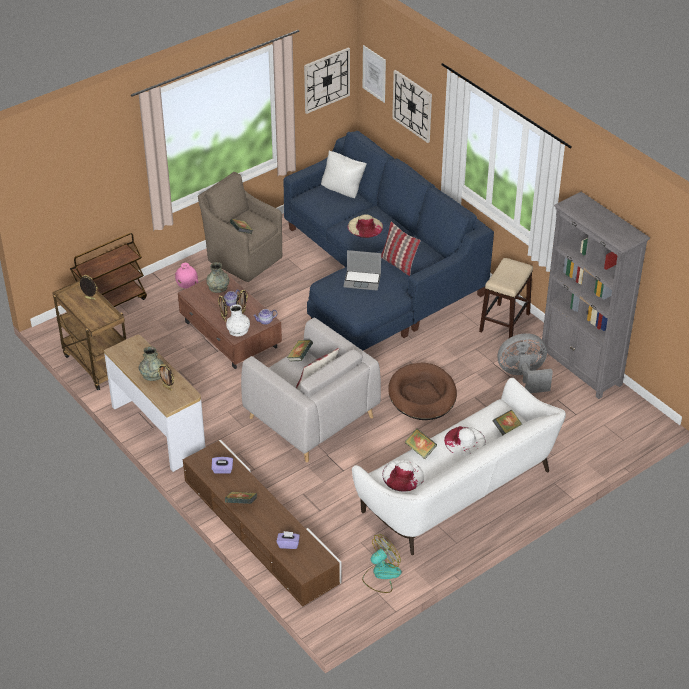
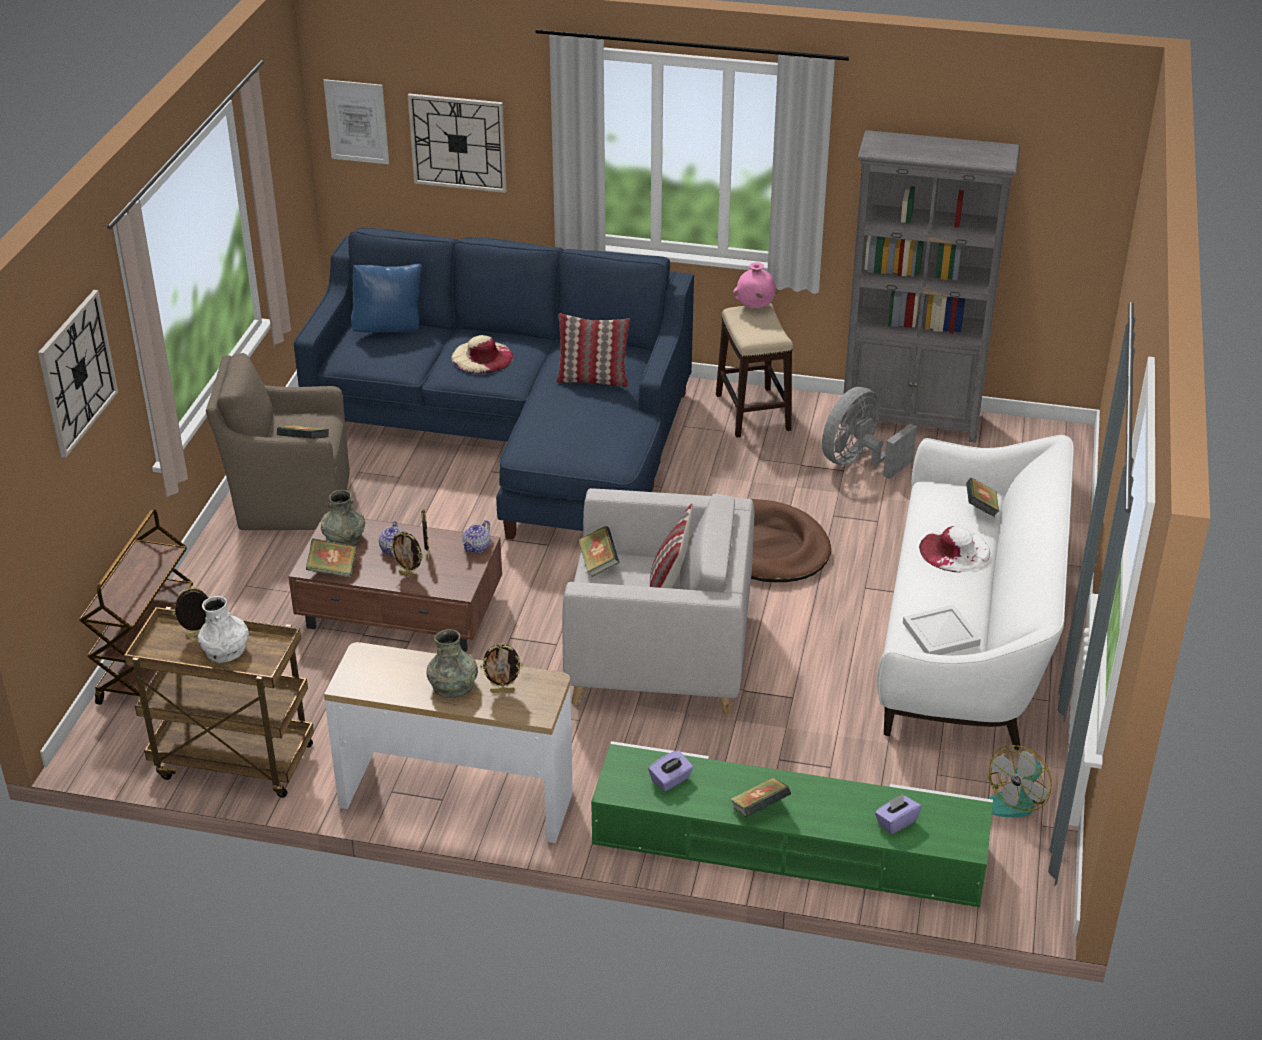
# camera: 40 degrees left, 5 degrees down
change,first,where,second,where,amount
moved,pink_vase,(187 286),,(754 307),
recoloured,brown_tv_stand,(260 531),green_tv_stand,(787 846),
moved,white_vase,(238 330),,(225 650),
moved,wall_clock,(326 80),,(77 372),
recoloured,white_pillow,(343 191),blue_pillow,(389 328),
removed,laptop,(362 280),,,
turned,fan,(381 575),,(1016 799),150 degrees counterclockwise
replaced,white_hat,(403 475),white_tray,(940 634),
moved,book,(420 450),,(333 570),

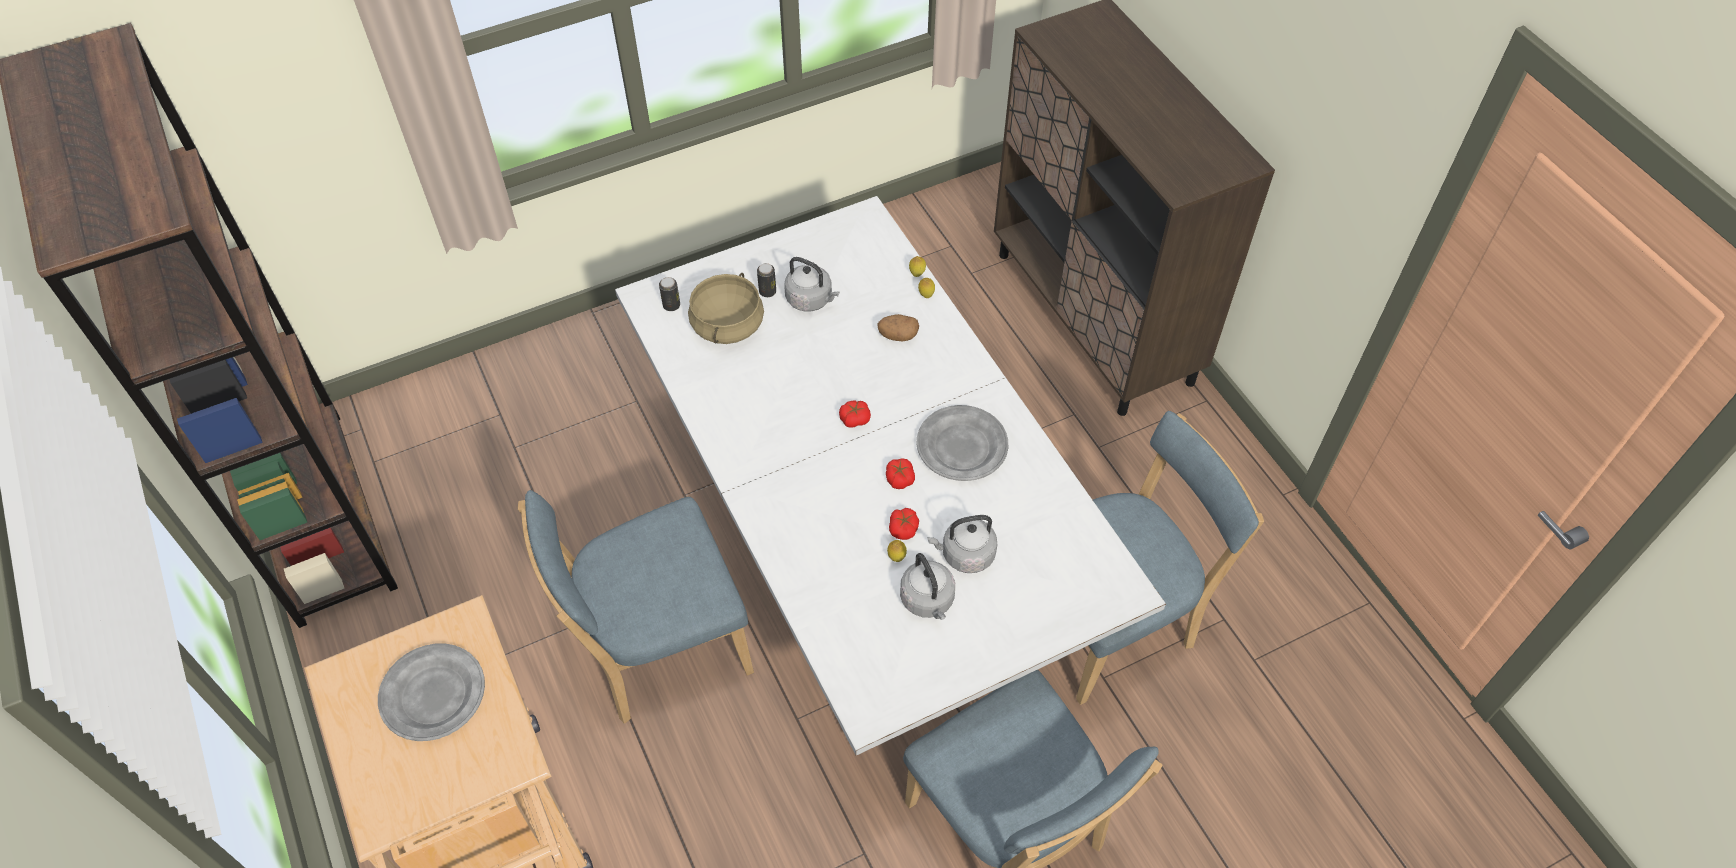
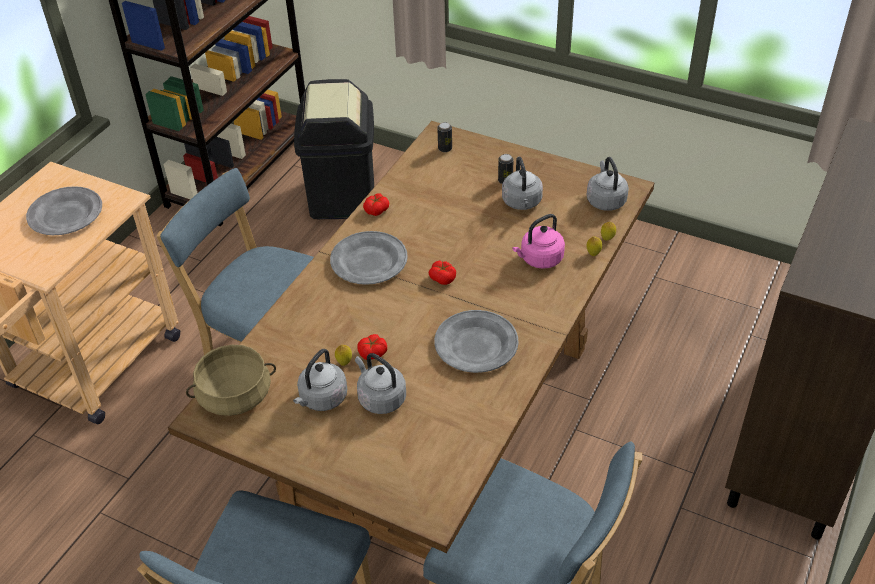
# camera: 55 degrees right, 10 degrees down
change,first,where,second,where,amount
recoloured,white_dining_table,(866 553),brown_dining_table,(442 421),
moved,beige_cooking_pot,(728 325),,(235 396),
replaced,potato,(897 335),pink_kettle,(539 259),
moved,tomato,(899 478),,(376 210),
added,,,black_trash_can,(341 196),
added,,,grey_plate,(368 262),
added,,,grey_kettle,(605 200),

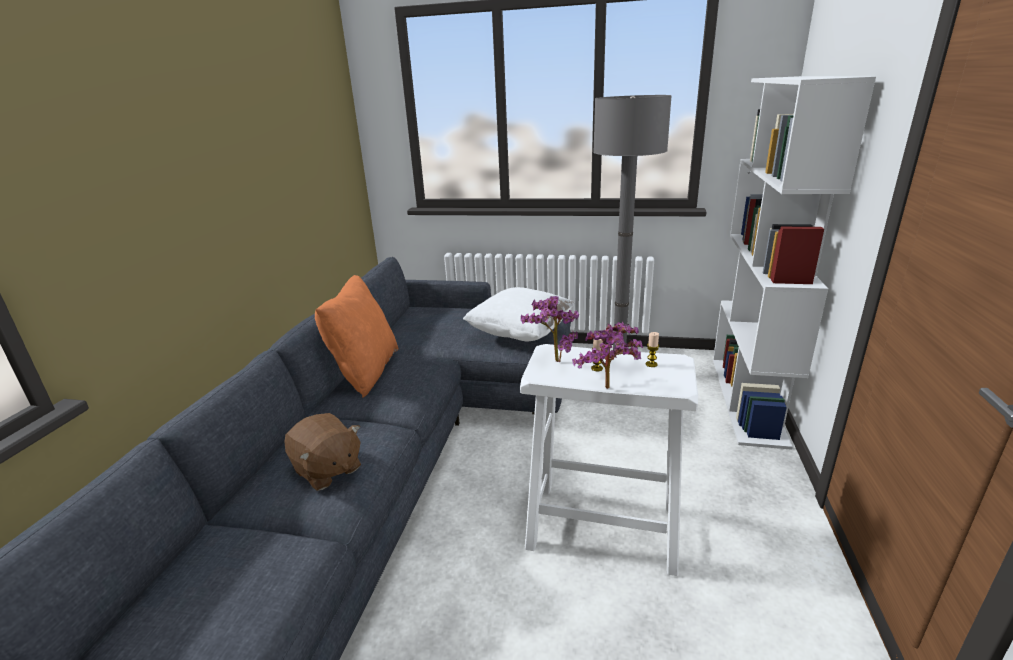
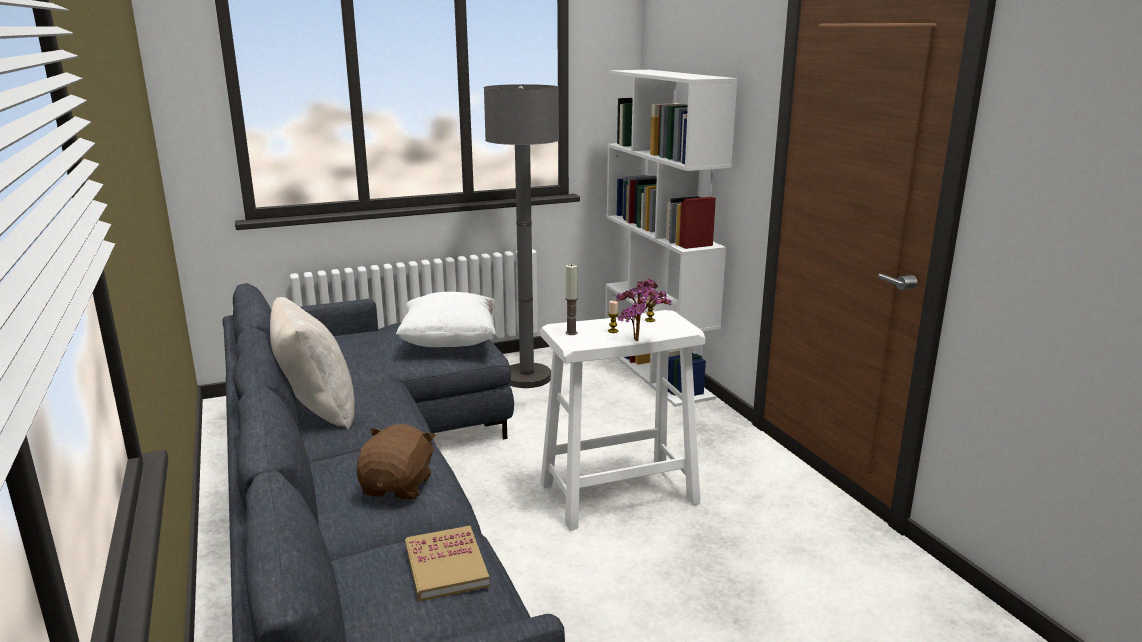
# camera: 35 degrees left, 5 degrees down
change,first,where,second,where,amount
turned,brown_plush_toy,(327 470),,(398 486),90 degrees counterclockwise
recoloured,orange_pillow,(365 372),beige_pillow,(317 410),
replaced,potted_plant,(552 360),candle,(571 333),
added,,,book,(446 566),

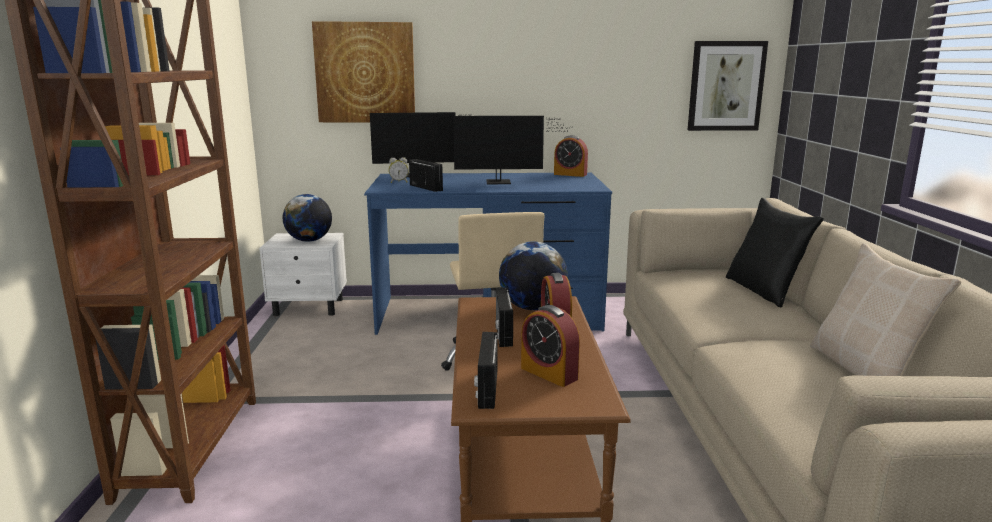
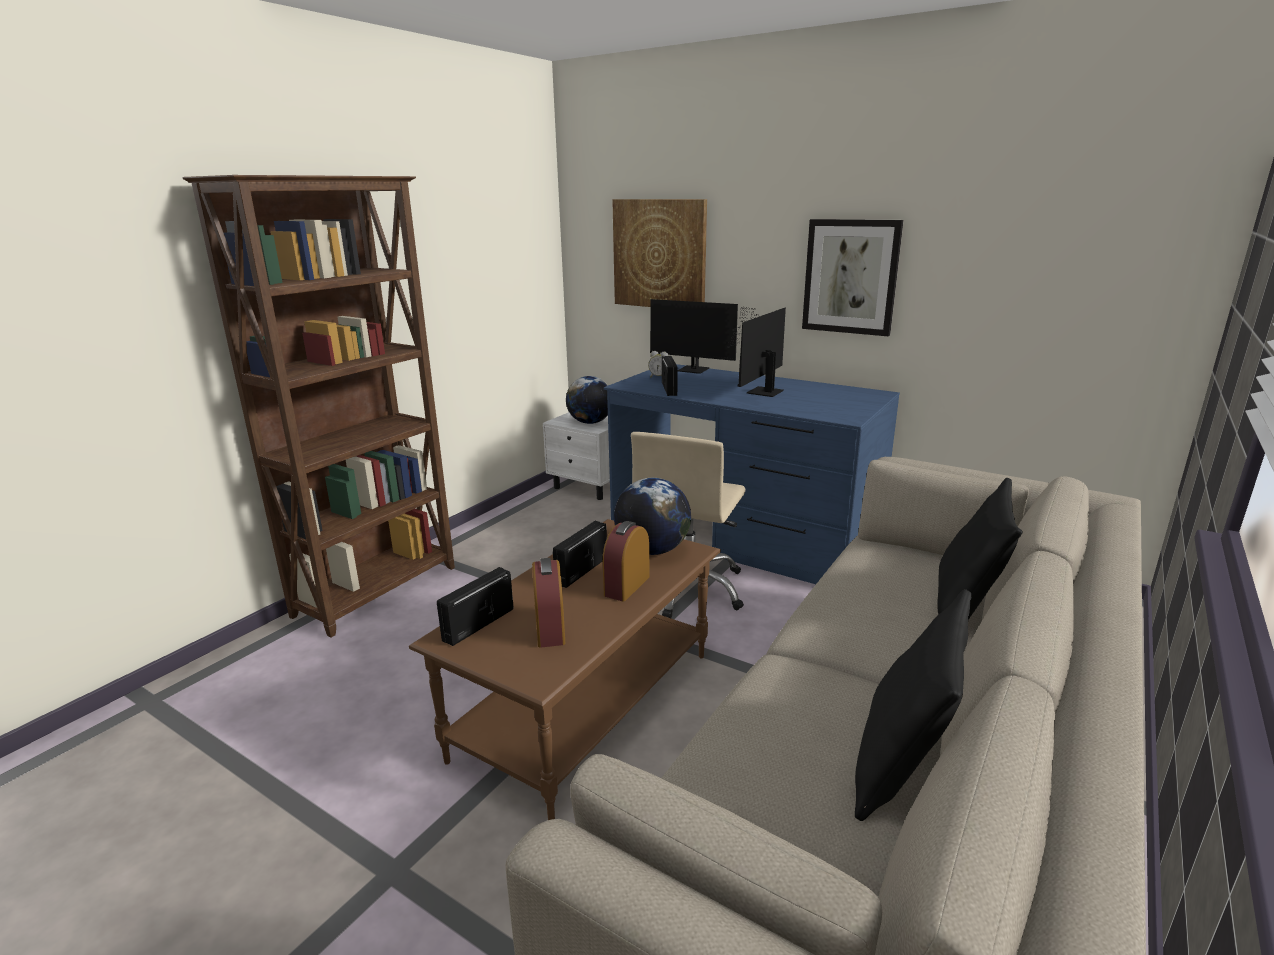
# camera: 35 degrees right, 5 degrees up
change,first,where,second,where,amount
turned,monitor,(503 182),,(761 393),90 degrees clockwise
removed,alarm_clock,(570 174),,,
moved,picture,(726 86),,(850 277),
recoloured,beige_pillow,(866 371),black_pillow,(902 767),

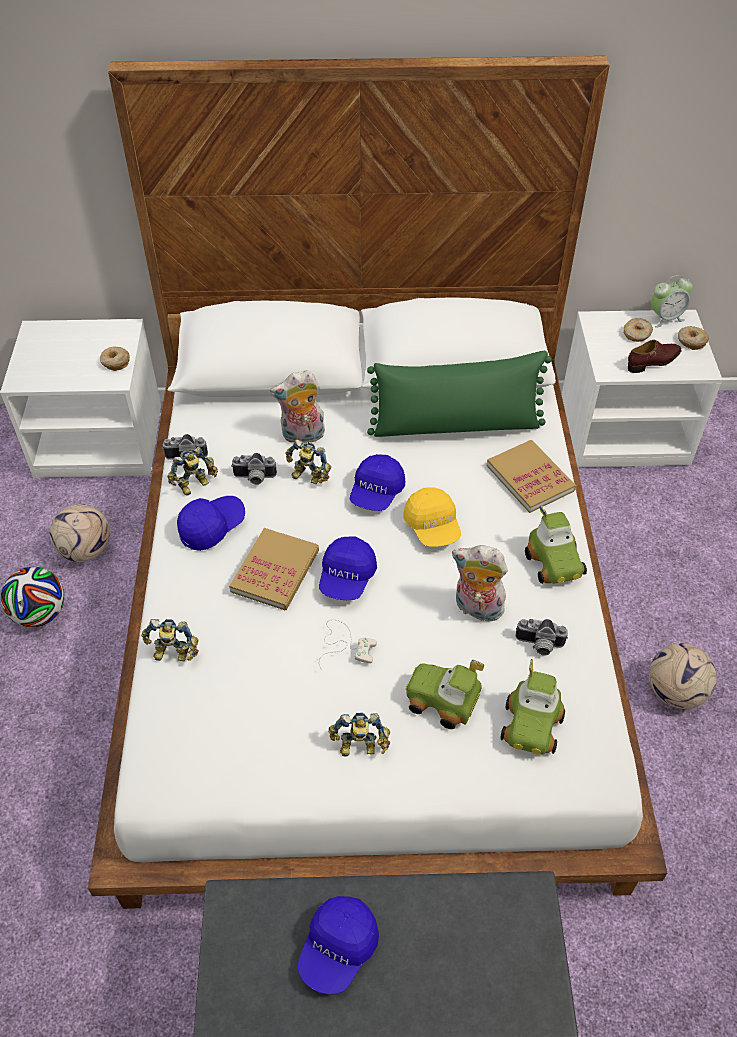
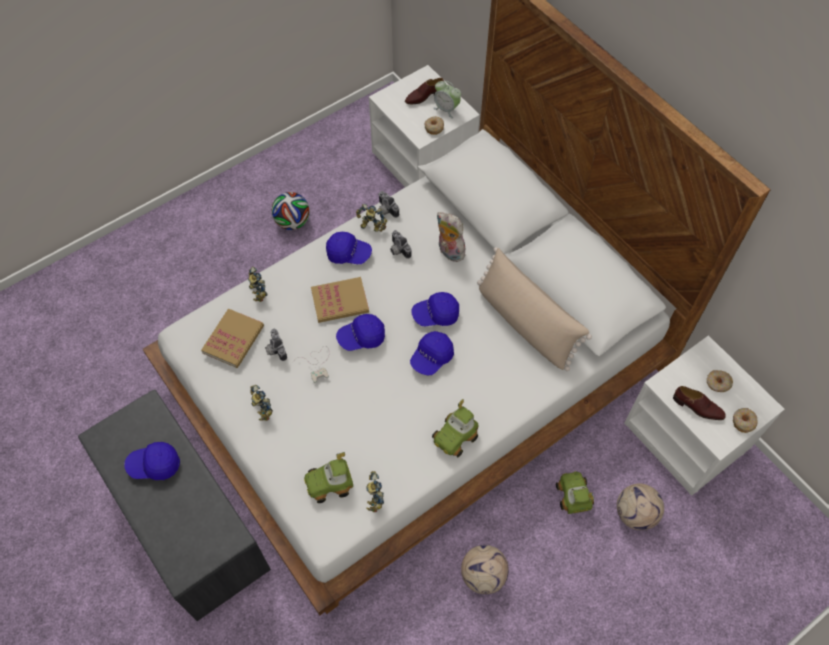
# camera: 55 degrees right, 10 degrees up
change,first,where,second,where,amount
moved,football,(86 550),,(635 513),
moved,toy_robot,(307 477),,(373 496),
recoloured,green_pillow,(456 425),beige_pillow,(526 324),
recoloured,yellow_cap,(432 527),blue_cap,(431 357),
moved,toy_car,(442 701),,(573 496),
removed,plush_toy,(476 609),,,
moved,book,(530 478),,(233 339),
moved,photo_camera,(539 645),,(275 349),
moved,alarm_clock,(665 318),,(446 109),
added,,,brown_shoe,(424 96),

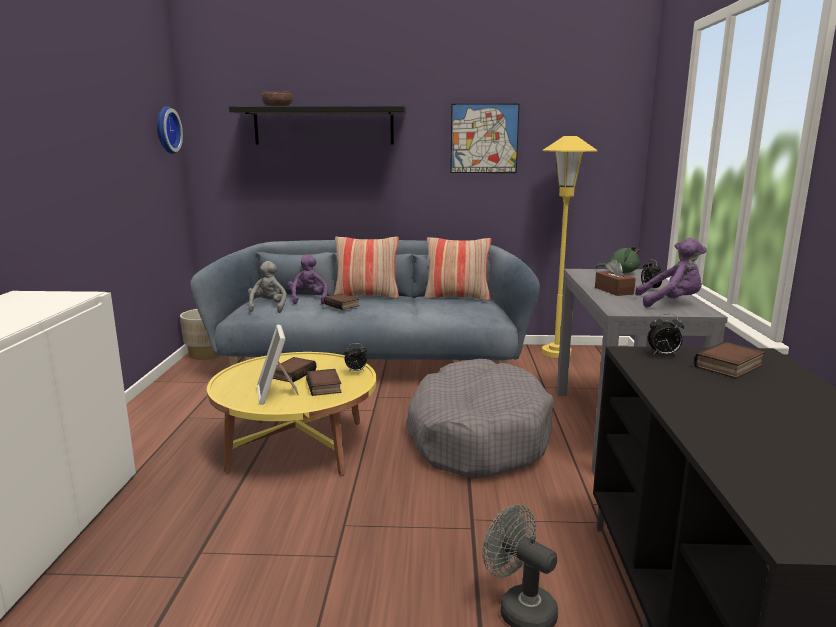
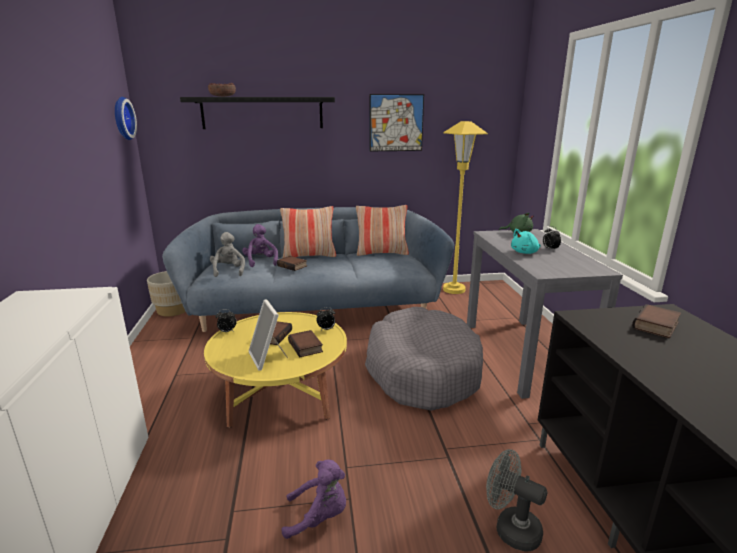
# camera: 10 degrees left, 5 degrees up
change,first,where,second,where,amount
replaced,brown_tissue_box,(613 291),turquoise_plush_toy,(525 252),
moved,purple_plush_toy,(671 303),,(319 517),
moved,alarm_clock,(663 355),,(227 331),

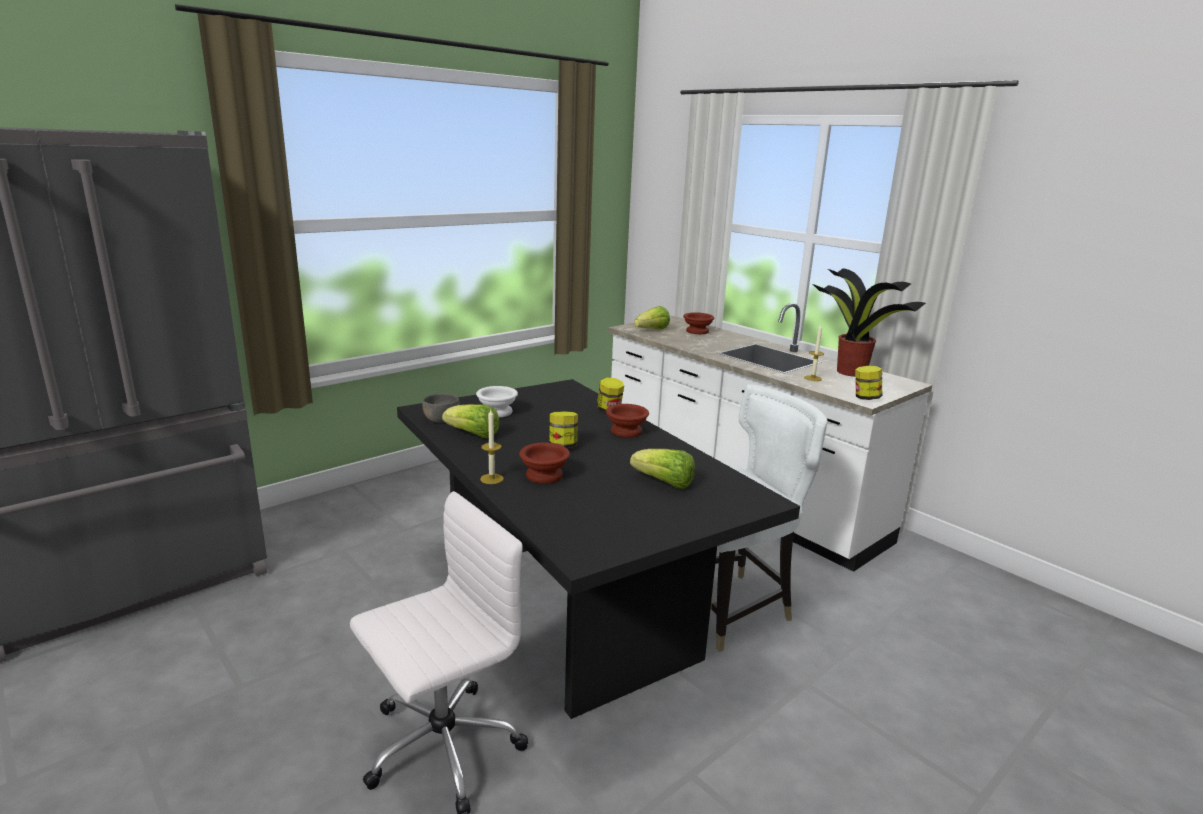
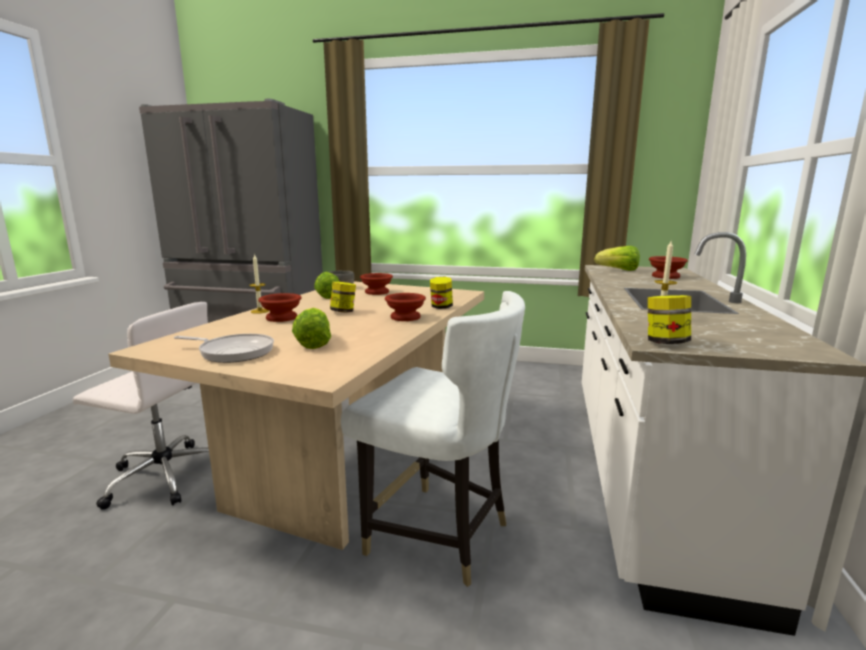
# camera: 55 degrees right, 5 degrees down
change,first,where,second,where,amount
recoloured,black_dining_table,(566 609),beige_dining_table,(348 460),
recoloured,white_bowl,(498 412),brown_bowl,(376 292),
removed,potted_plant,(850 371),,,
added,,,frying_pan,(233 352),

